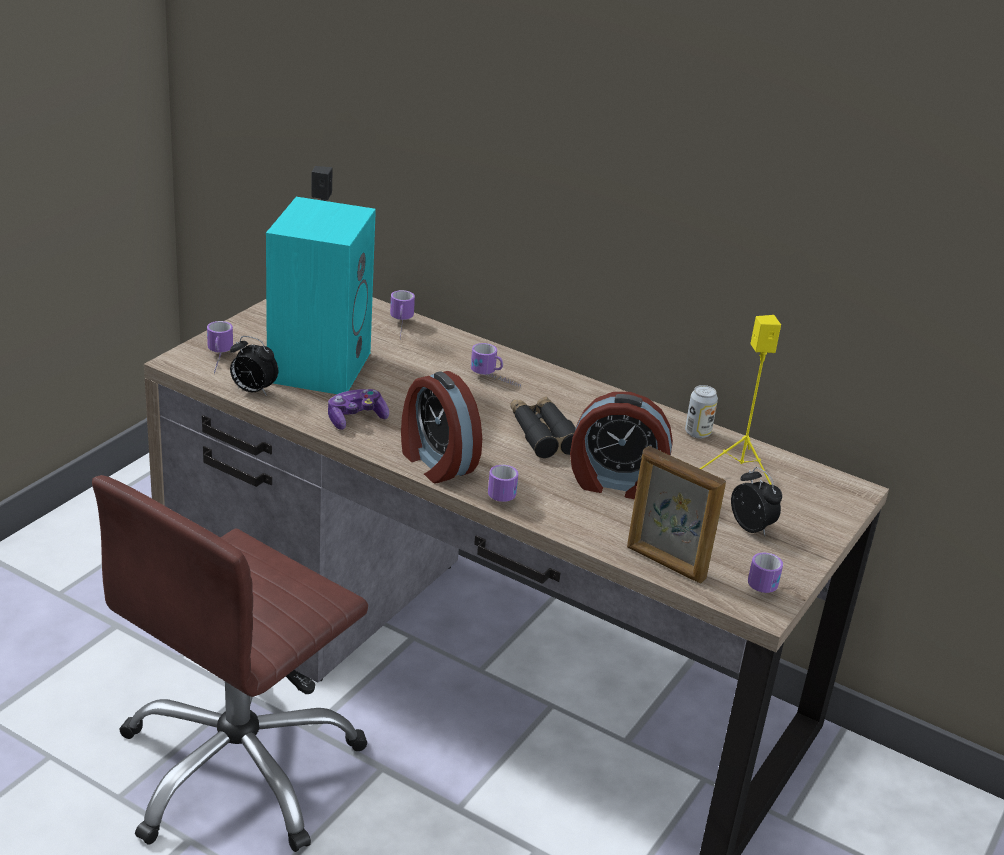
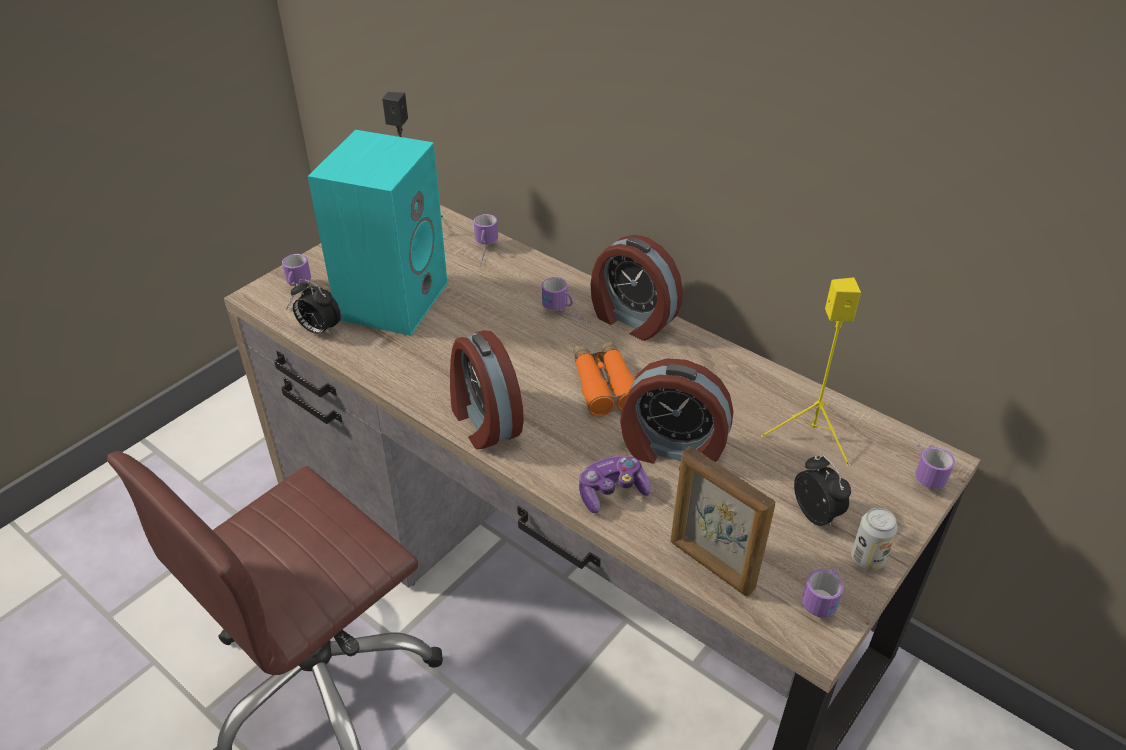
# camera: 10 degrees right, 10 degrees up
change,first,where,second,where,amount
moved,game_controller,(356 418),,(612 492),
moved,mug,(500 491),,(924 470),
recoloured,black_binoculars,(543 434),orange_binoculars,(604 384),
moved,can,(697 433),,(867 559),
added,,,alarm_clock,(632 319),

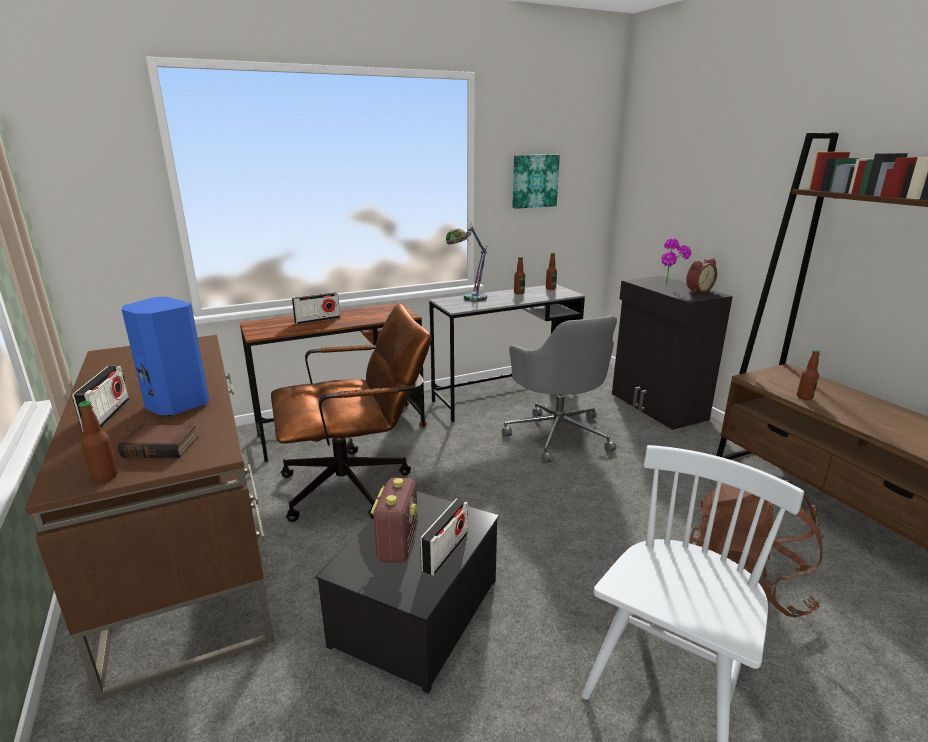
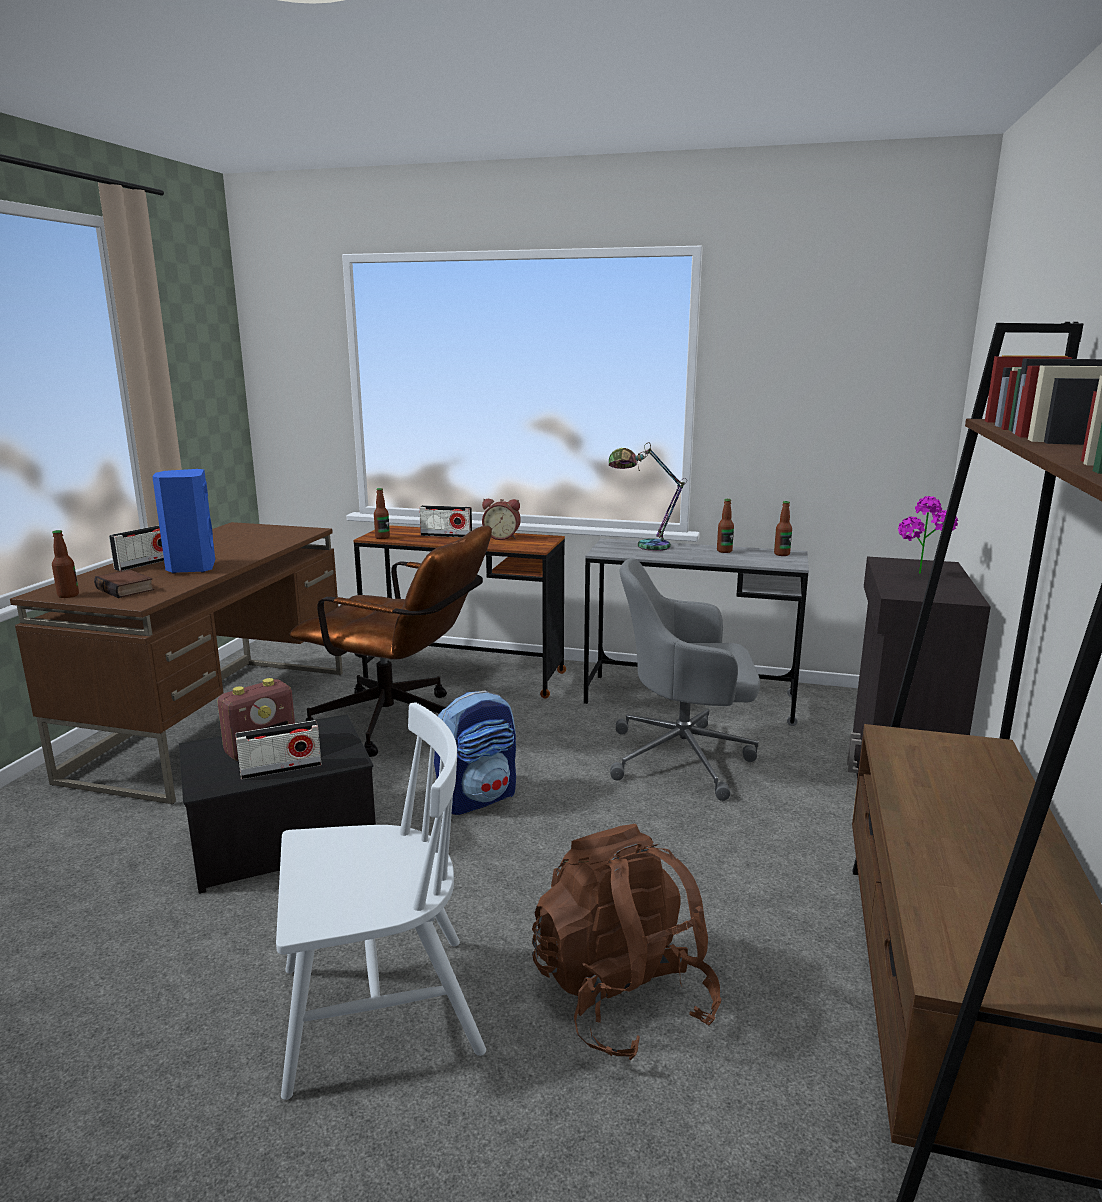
# camera: 40 degrees right, 5 degrees down
change,first,where,second,where,amount
turned,grey_office_chair,(558 434),,(684 758),75 degrees clockwise
removed,picture,(534 181),,,
moved,alarm_clock,(697 290),,(502 537),
moved,bottle,(804 397),,(382 537),
added,,,backpack,(477 798),

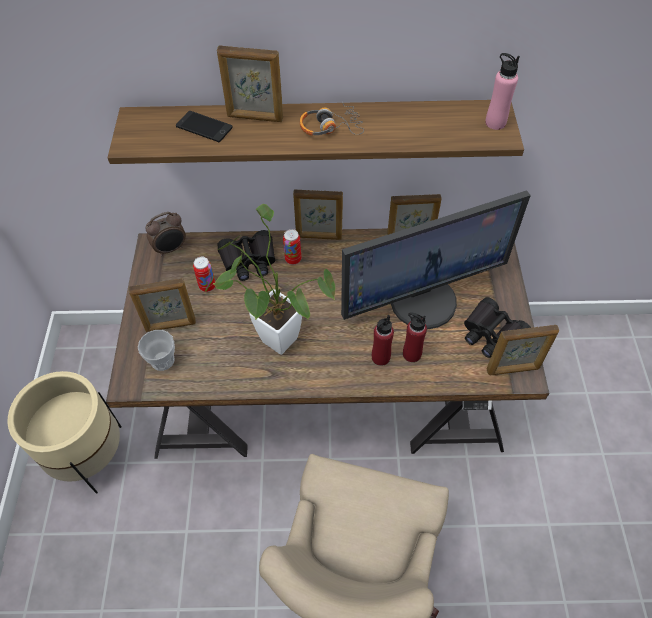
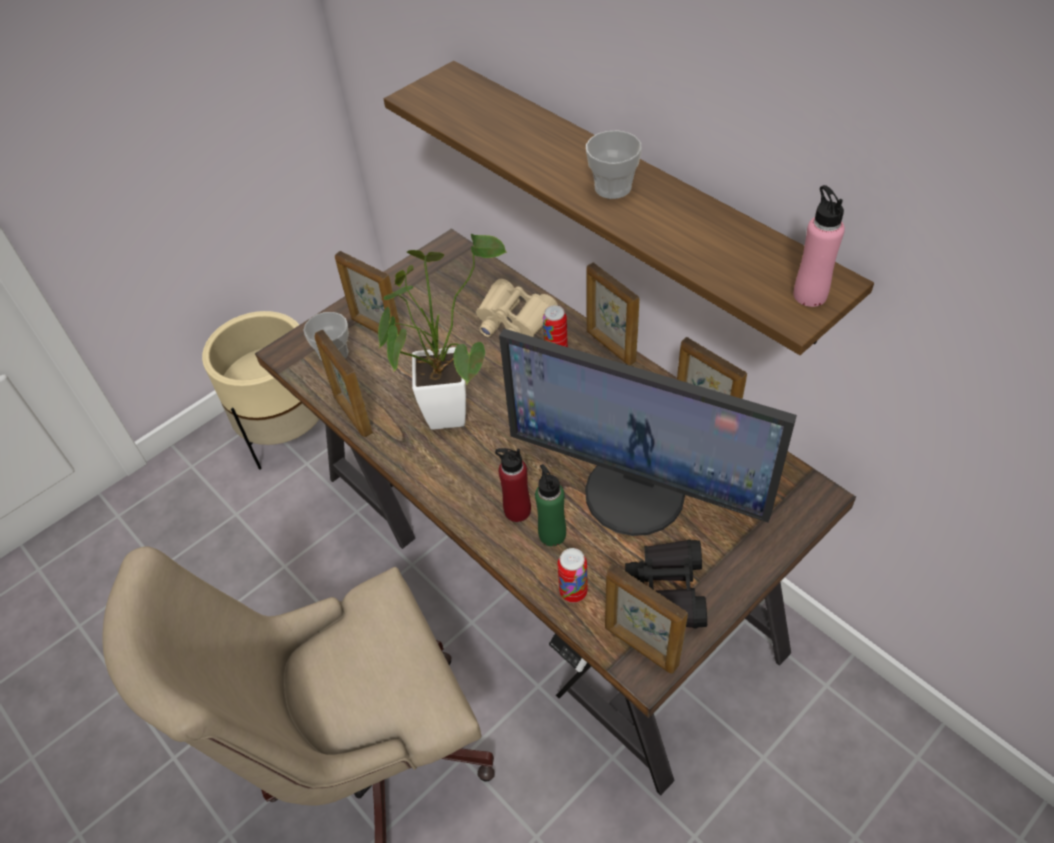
# camera: 50 degrees right, 5 degrees down
change,first,where,second,where,amount
removed,alarm_clock,(171 249),,,
removed,phone,(204 127),,,
moved,can,(207 286),,(573 592),
moved,picture_frame,(255 118),,(352 414),
recoloured,black_binoculars,(249 260),beige_binoculars,(513 321),
replaced,headphones,(330 127),cup,(612 187),
recoloured,red_bottle,(411 354),green_bottle,(552 534),

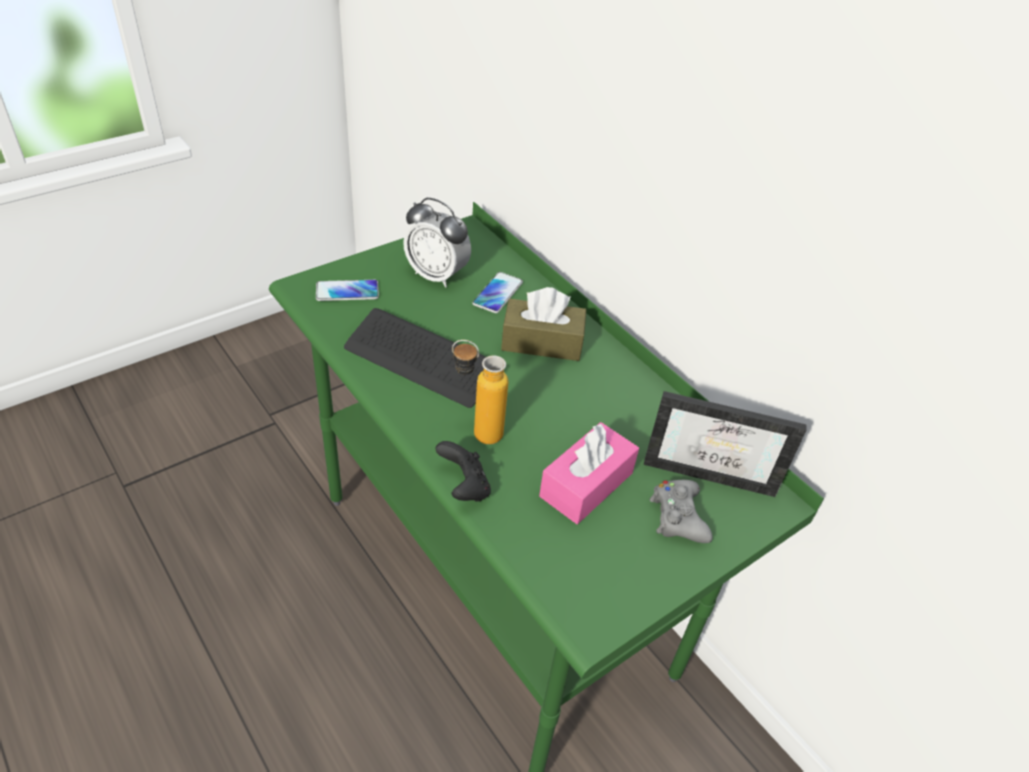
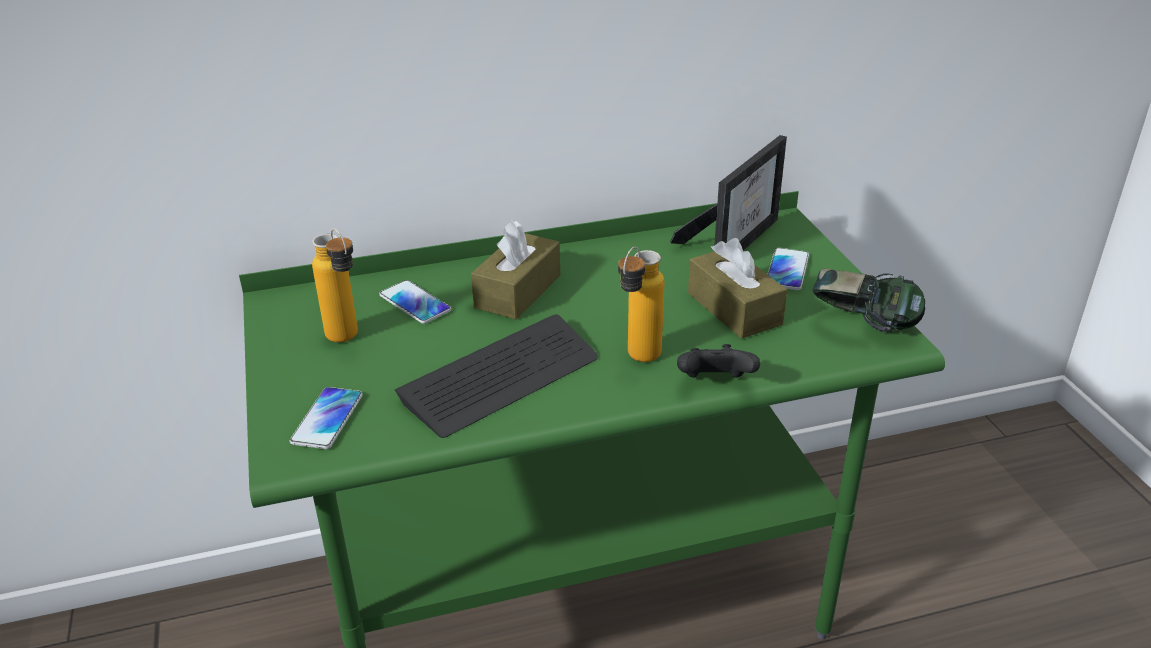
# camera: 65 degrees left, 10 degrees down
change,first,where,second,where,amount
replaced,alarm_clock,(436 275),bottle,(348 340),
recoloured,pink_tissue_box,(586 484),brown_tissue_box,(734 308),
replaced,grey_game_controller,(678 517),phone,(787 270),
added,,,headphones,(863 327),

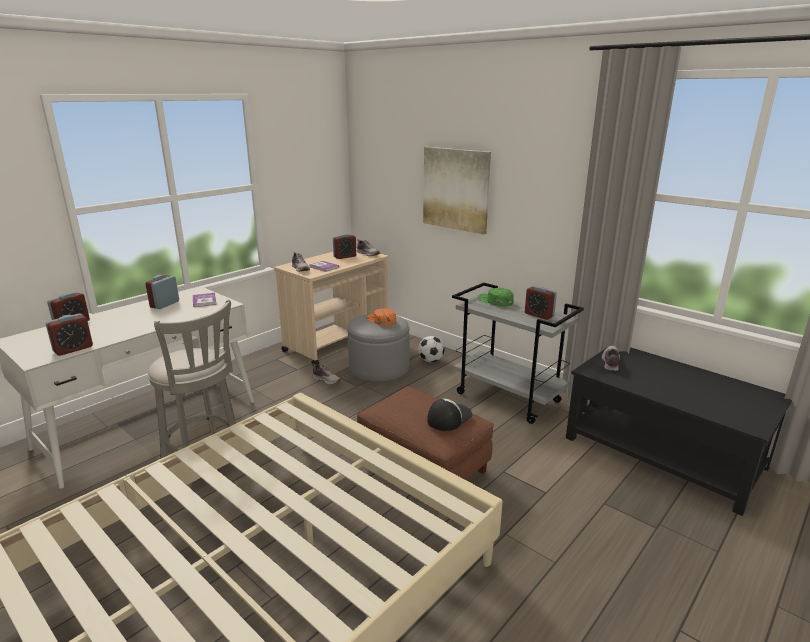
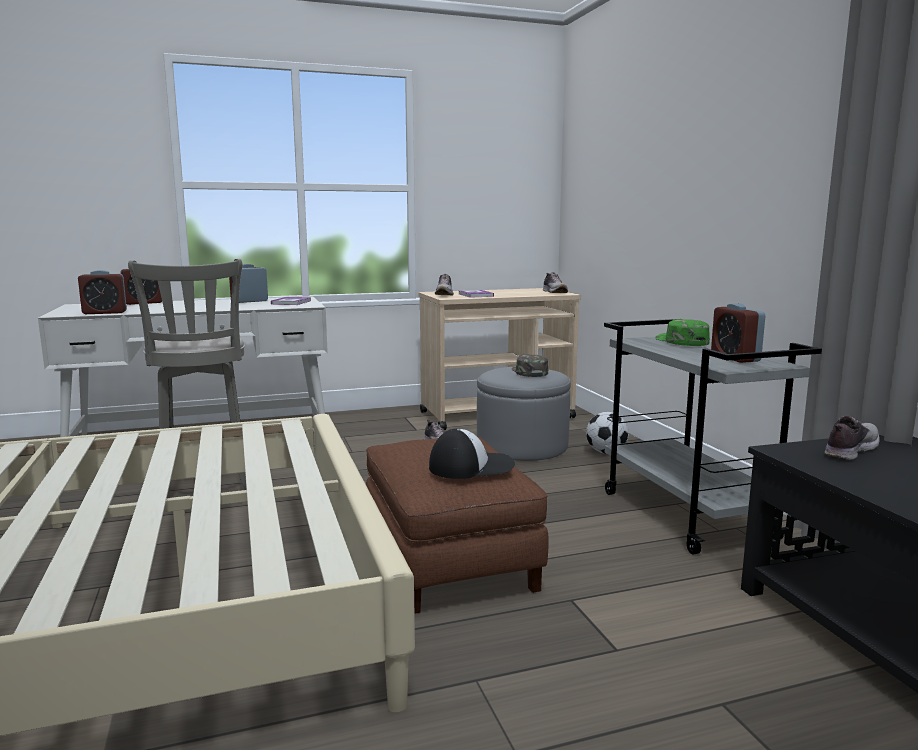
# camera: 30 degrees right, 10 degrees down
change,first,where,second,where,amount
removed,alarm_clock,(345 256),,,
recoloured,orange_cap,(381 320),green_cap,(528 372),
removed,picture,(456 189),,,

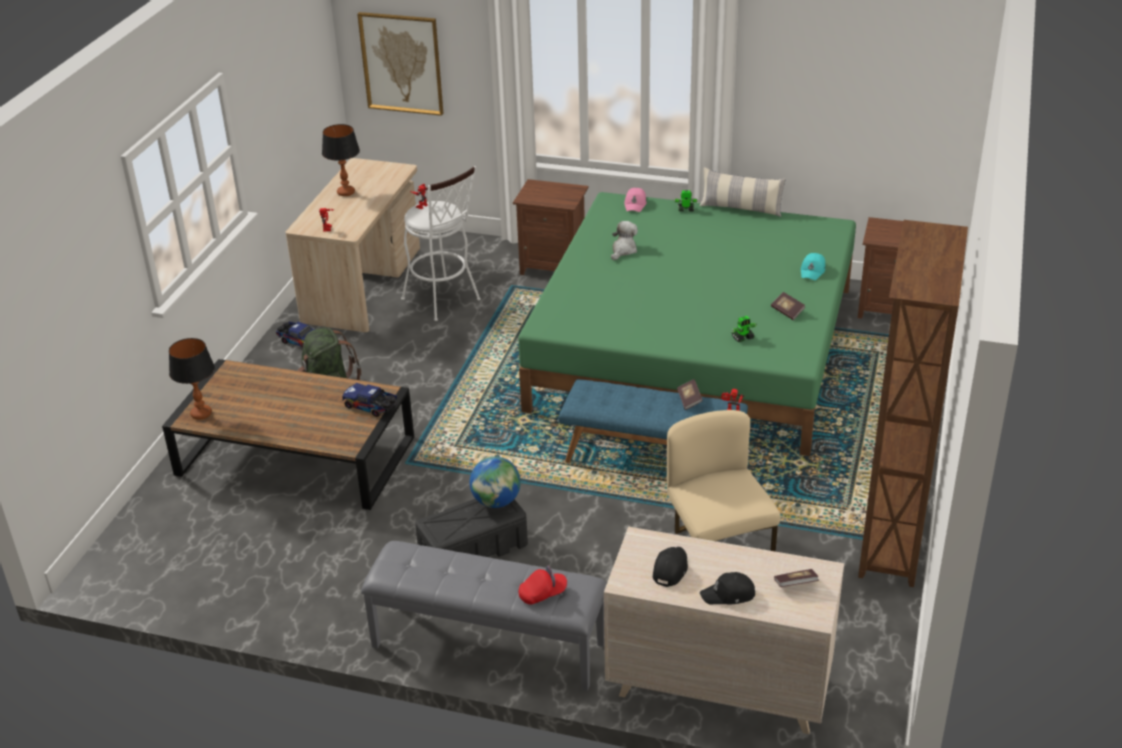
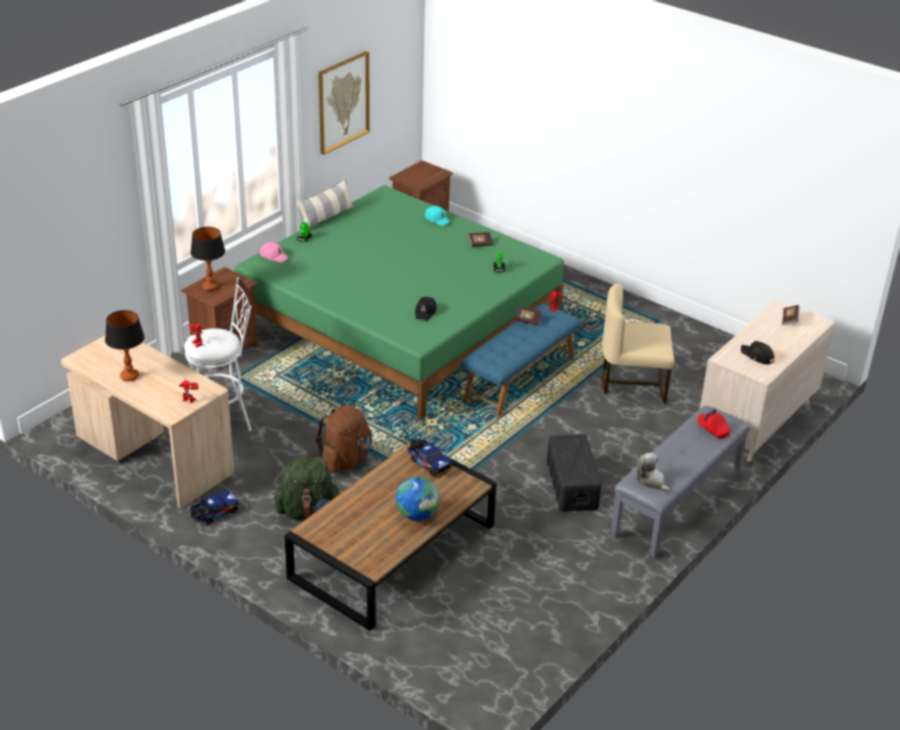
# camera: 70 degrees left, 0 degrees up
change,first,where,second,where,amount
moved,table_lamp,(201 413),,(210 287),
turned,toy_truck,(371 407),,(428 463),90 degrees counterclockwise
moved,picture,(402 63),,(343 102),
moved,globe,(496 501),,(417 515),
turned,red_cap,(543 594),,(713 430),45 degrees counterclockwise
moved,plush_toy,(623 250),,(651 481),
moved,black_cap,(728 595),,(425 312),
removed,brown_bookcase,(890 540),,,
added,,,brown_backpack,(346 460),

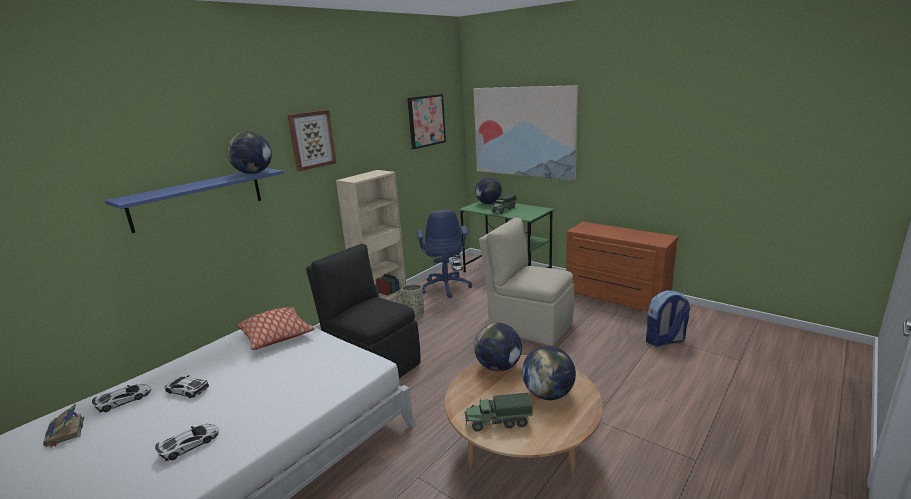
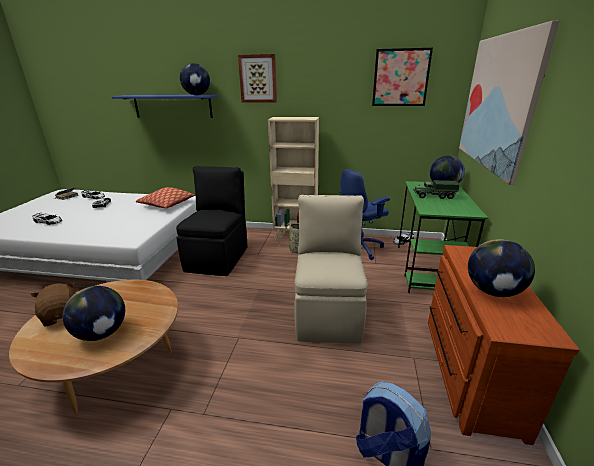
# camera: 60 degrees right, 5 degrees up
change,first,where,second,where,amount
replaced,toy_truck,(498 422),brown_plush_toy,(62 315),
moved,globe,(498 367),,(493 291),

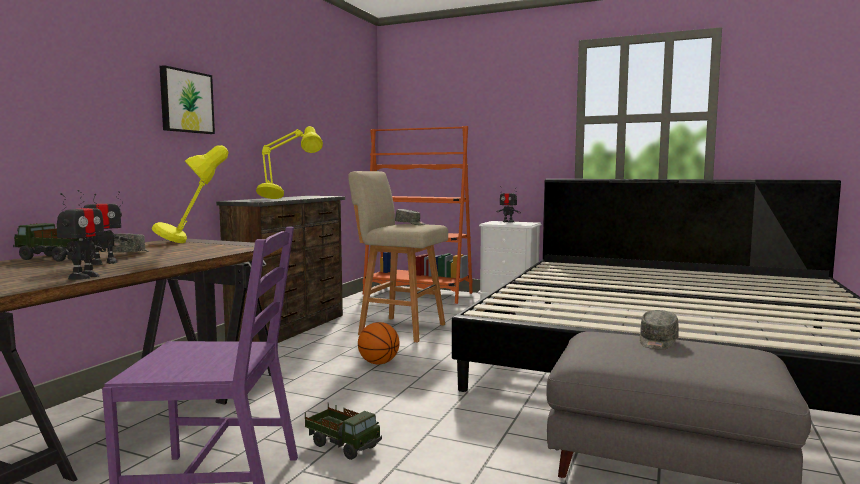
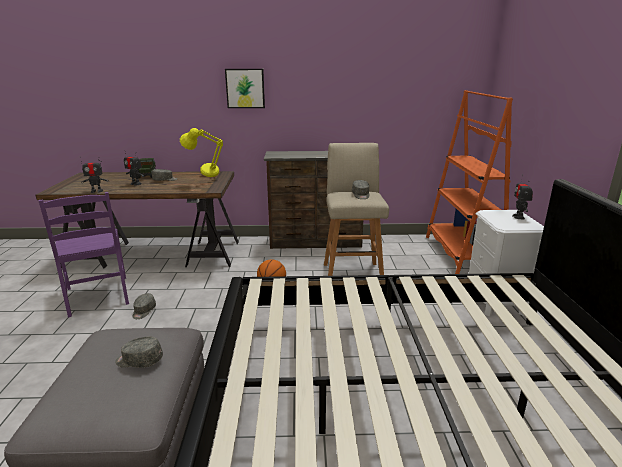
# camera: 65 degrees right, 15 degrees up
change,first,where,second,where,amount
removed,yellow_table_lamp,(288 198),,,
replaced,toy_truck,(343 445),grey_cap,(143 311),

